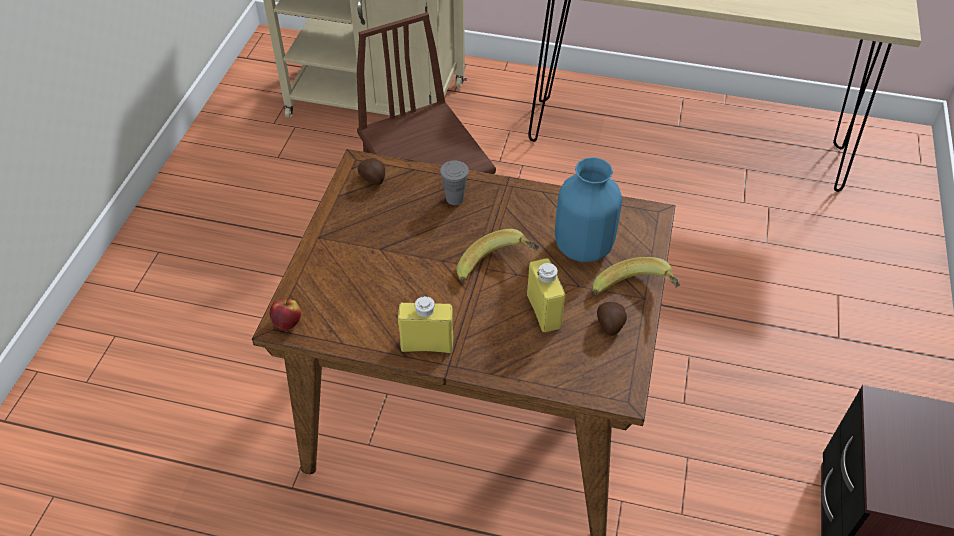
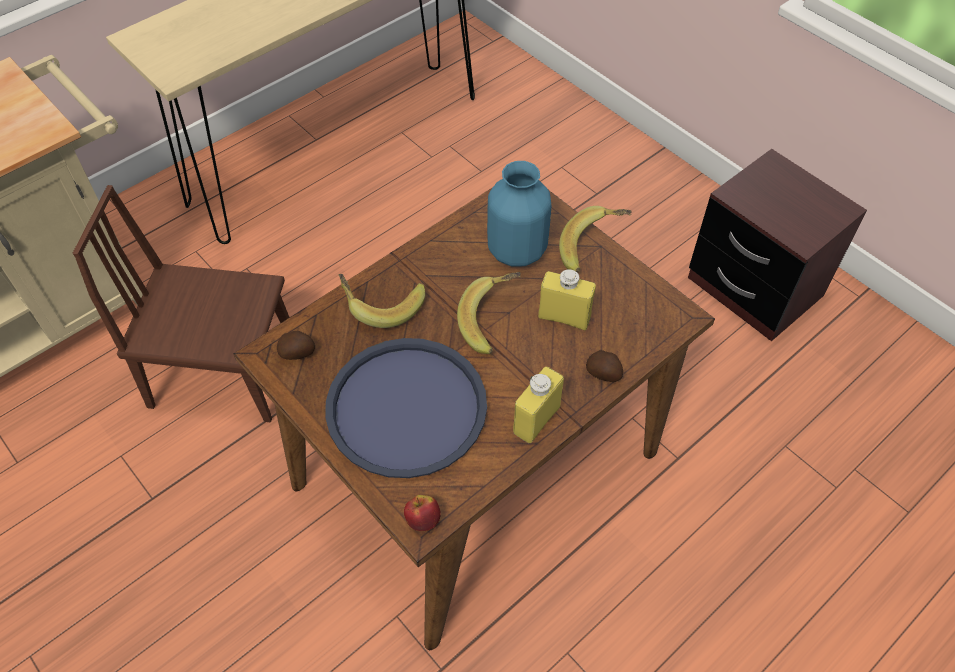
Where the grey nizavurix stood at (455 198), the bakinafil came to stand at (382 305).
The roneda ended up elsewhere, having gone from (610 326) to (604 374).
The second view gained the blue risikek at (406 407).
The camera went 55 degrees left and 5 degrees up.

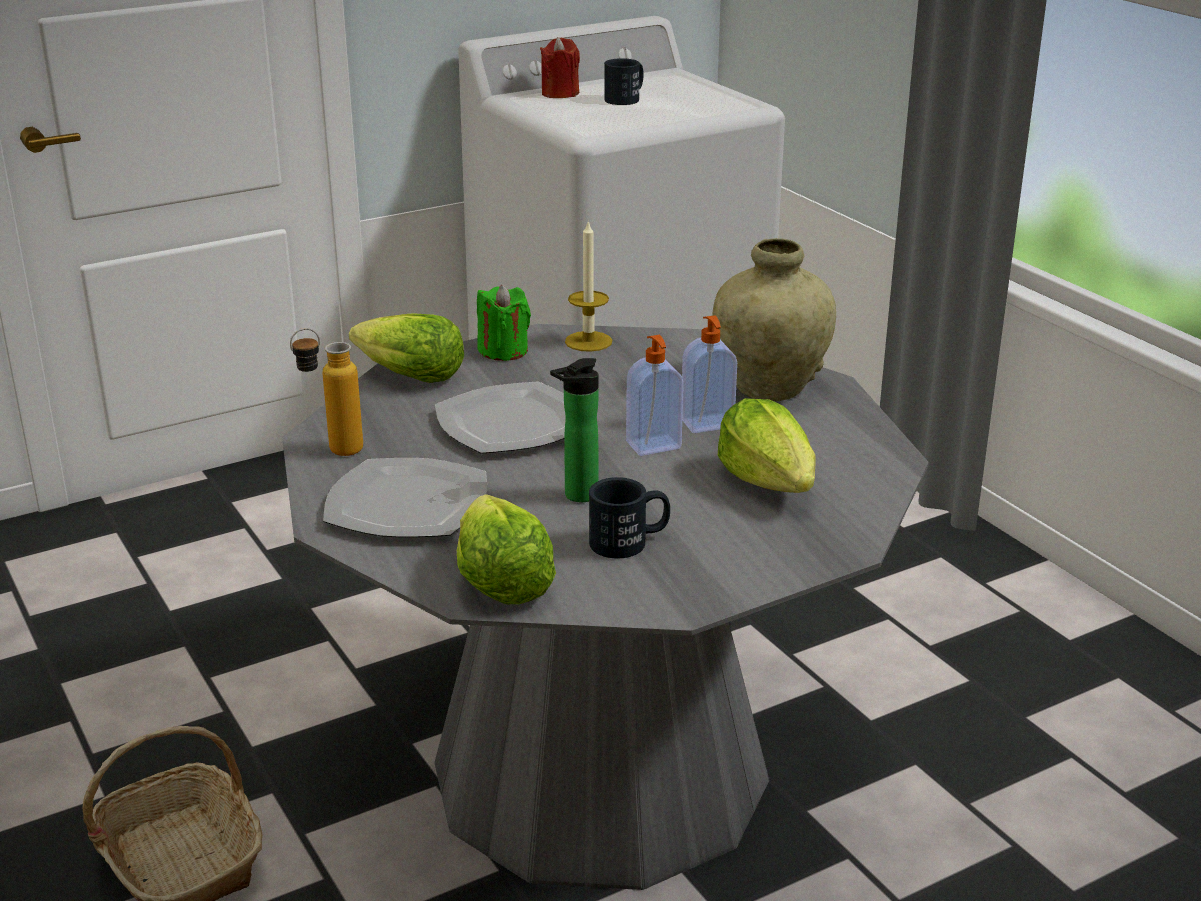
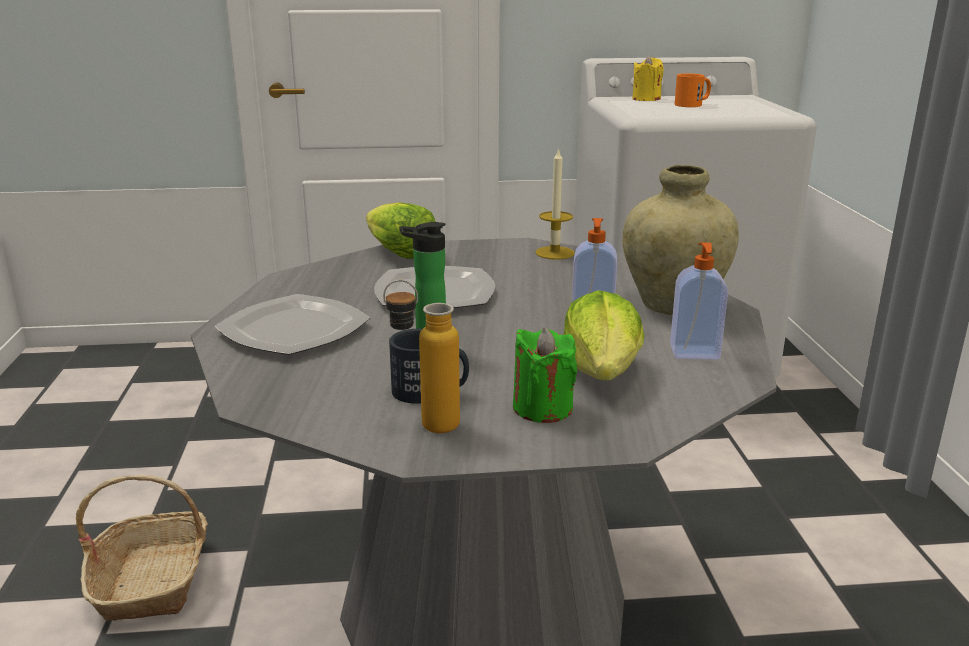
What was the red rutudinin at (560 93) turned into the yellow rutudinin at (646 99).
What was the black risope at (626 98) turned into the orange risope at (693 104).
The green rutudinin ended up elsewhere, having gone from (503 351) to (542 408).
The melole ended up elsewhere, having gone from (332 452) to (424 425).
The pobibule ended up elsewhere, having gone from (654 446) to (694 353).
The second view lost the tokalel at (500 581).
The camera went 25 degrees right and 5 degrees down.

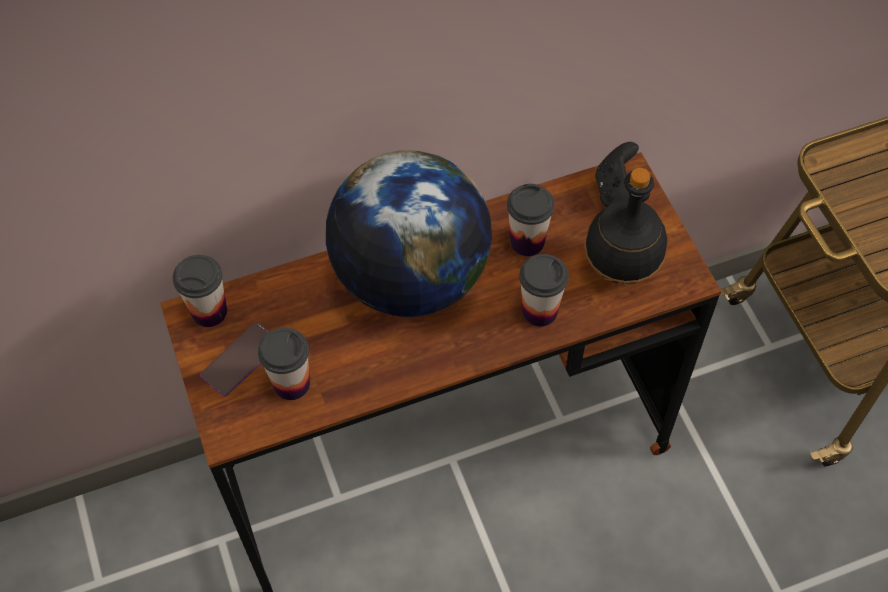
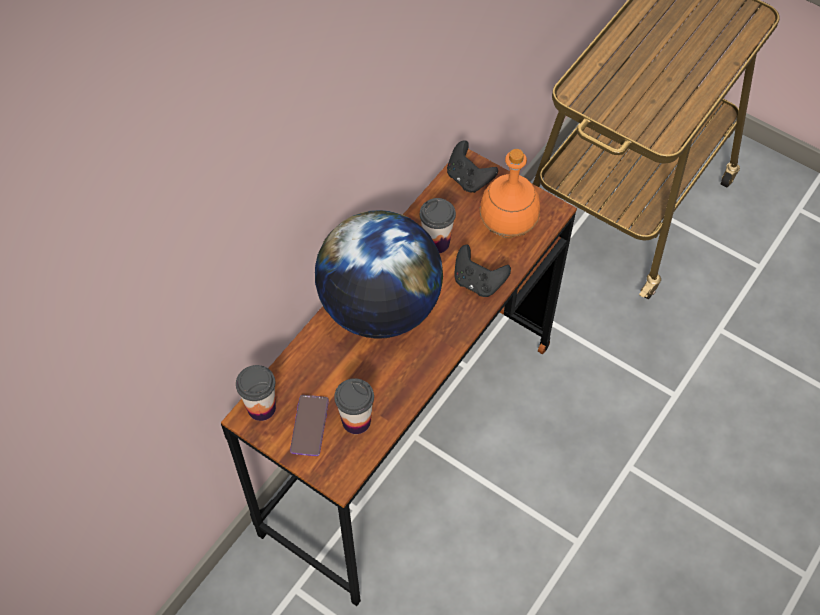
What was the black melole at (620 268) turned into the orange melole at (506 227).
Where the nizavurix stood at (539 311), the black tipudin came to stand at (478 282).
The camera went 35 degrees left and 0 degrees up.

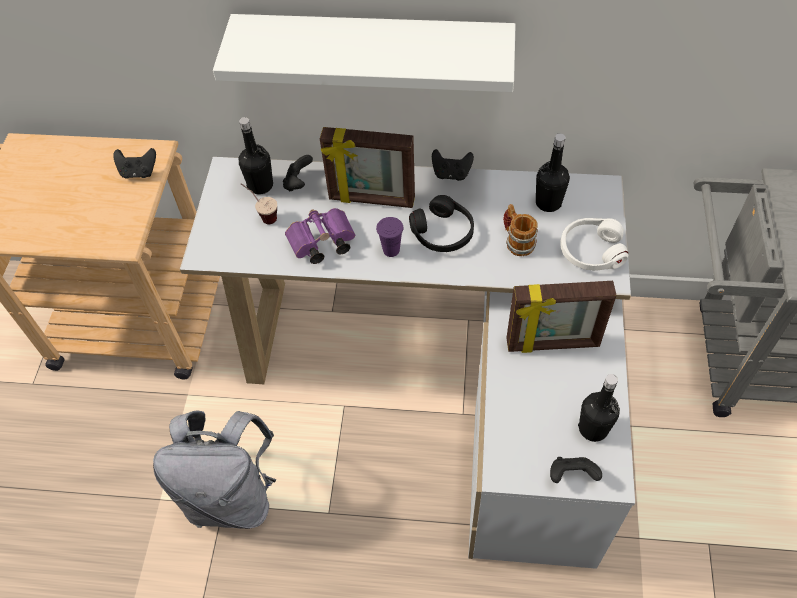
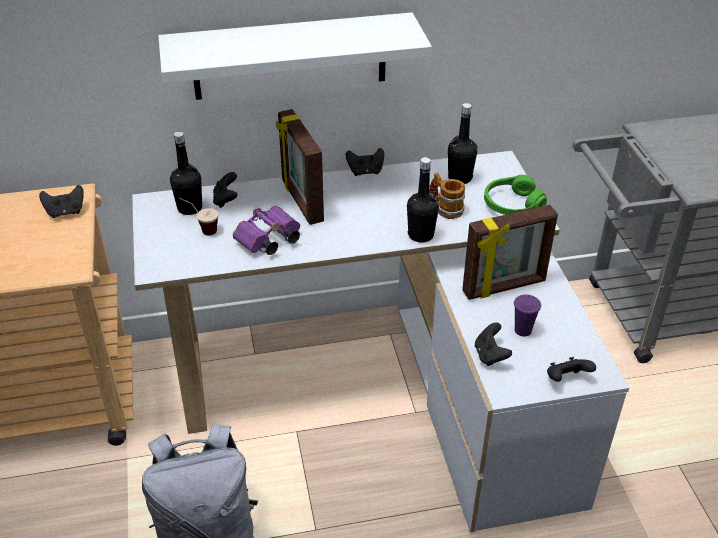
The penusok at (371 200) ended up facing another way, 75 degrees clockwise from before.
The second view lost the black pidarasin at (442 232).
The purple nizavurix ended up elsewhere, having gone from (391 250) to (523 330).
What was the white pidarasin at (591 251) turned into the green pidarasin at (512 204).
The black melole ended up elsewhere, having gone from (593 428) to (421 235).
The second view gained the black tipudin at (490 355).
The camera went 20 degrees left and 15 degrees down.

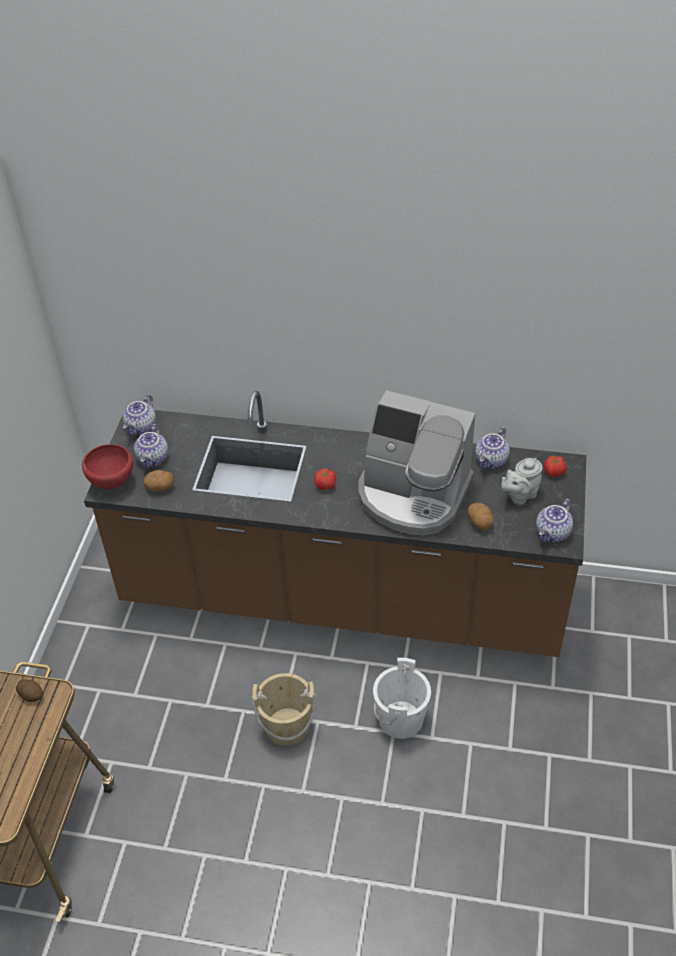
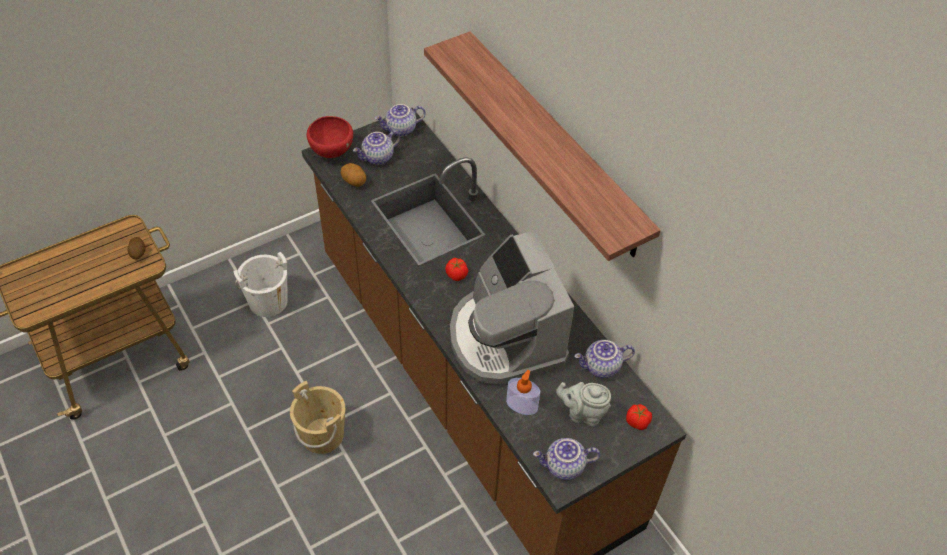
Where the roneda stood at (480 523), the pobibule came to stand at (522 405).
The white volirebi ended up elsewhere, having gone from (401 719) to (268 301).
The second view gained the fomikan at (554 144).
The camera went 45 degrees right and 5 degrees up.

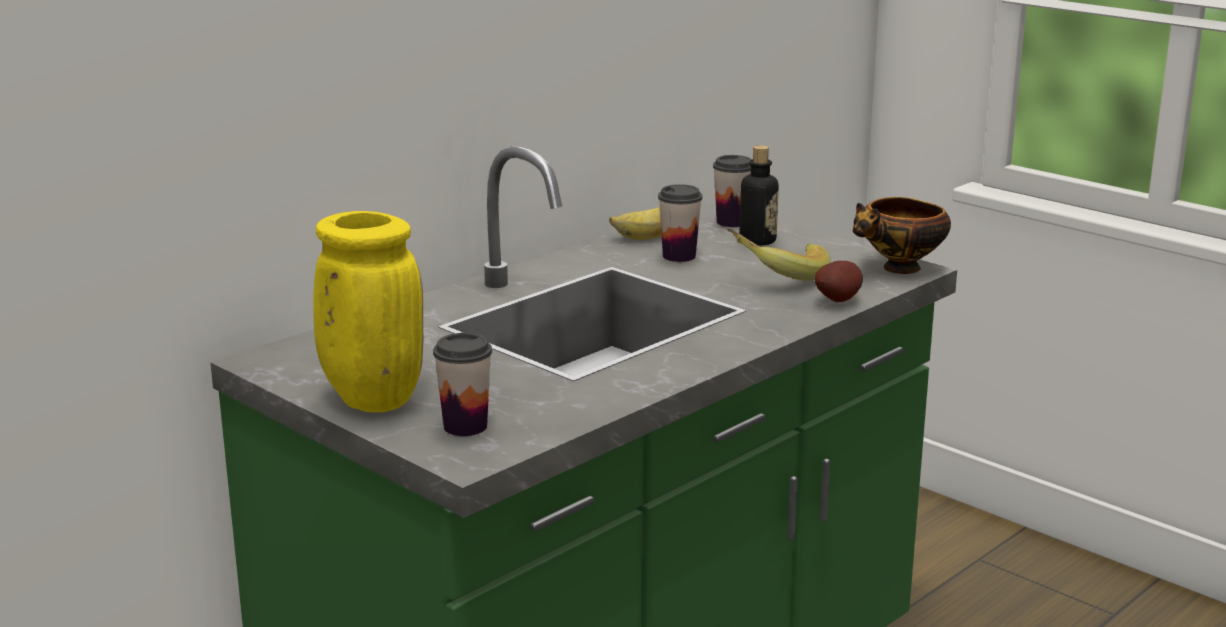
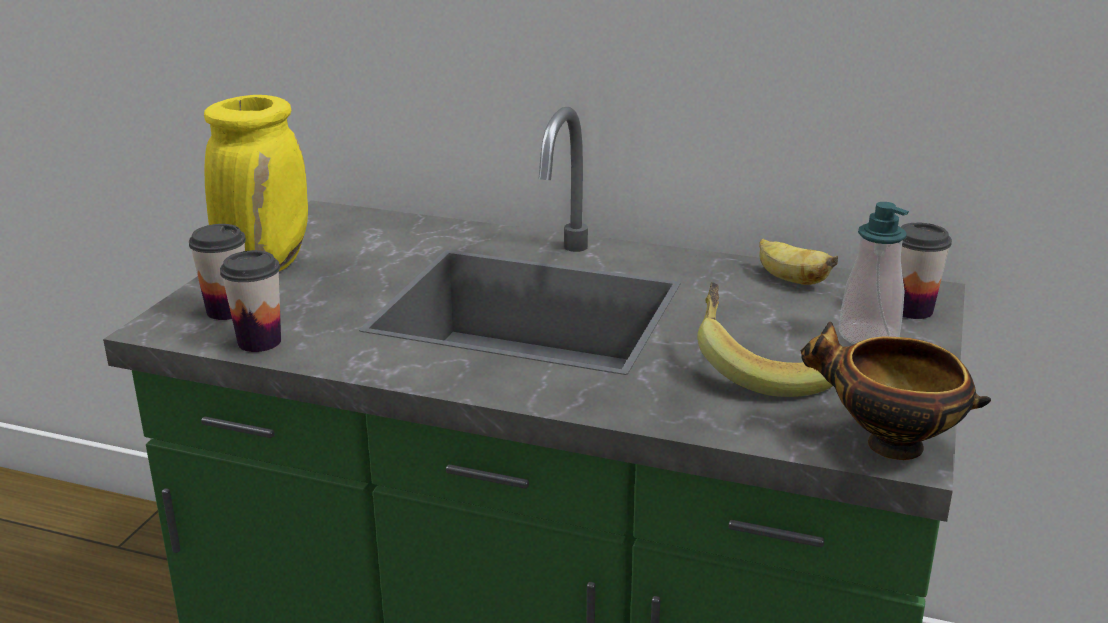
Where the melole stood at (757 241), the pobibule came to stand at (868 336).
The nizavurix ended up elsewhere, having gone from (679 256) to (259 342).
The second view lost the roneda at (840 300).
The camera went 65 degrees right and 5 degrees up.

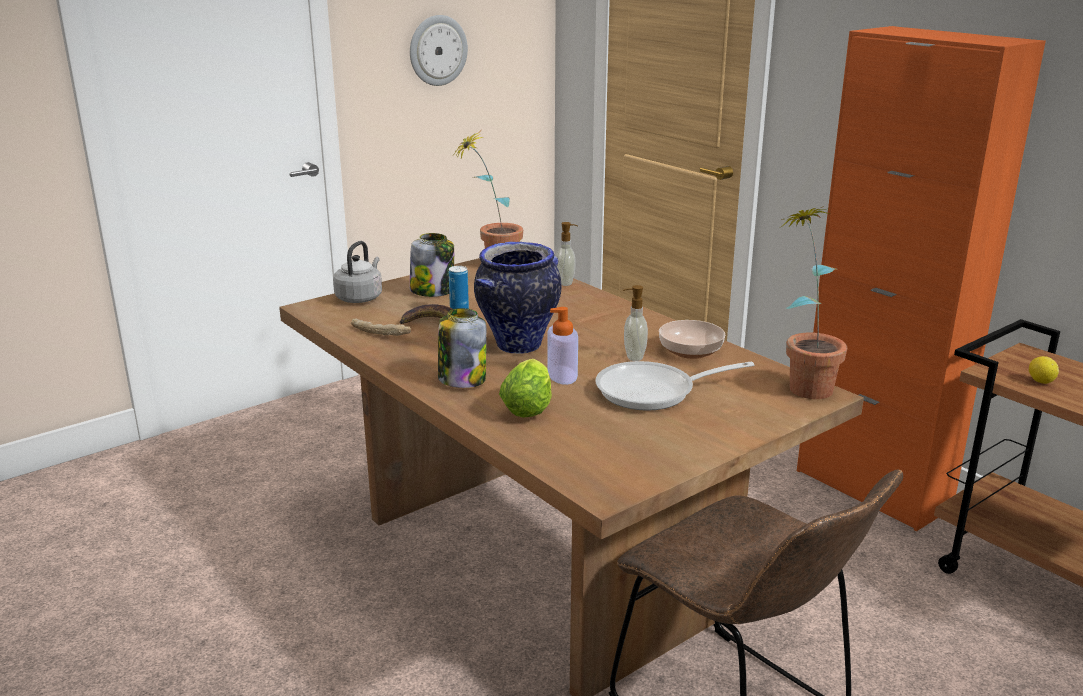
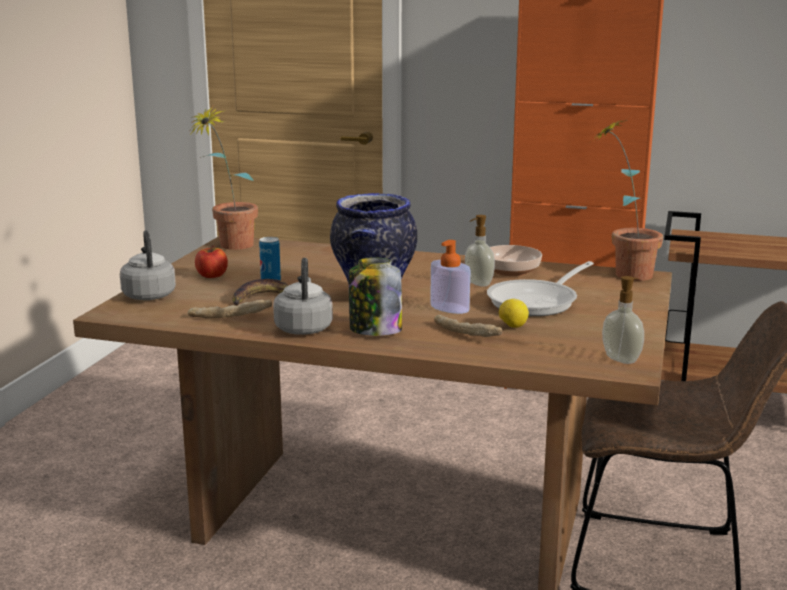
The second view lost the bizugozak at (437 50).
The pobibule ended up elsewhere, having gone from (566 283) to (622 359).
Where the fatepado stood at (432 291), the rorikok came to stand at (212 276).
The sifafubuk ended up elsewhere, having gone from (1040 381) to (512 326).
Where the tokalel stood at (529 406), the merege came to stand at (467 334).
The second view gained the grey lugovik at (304 328).
The camera went 35 degrees left and 5 degrees down.

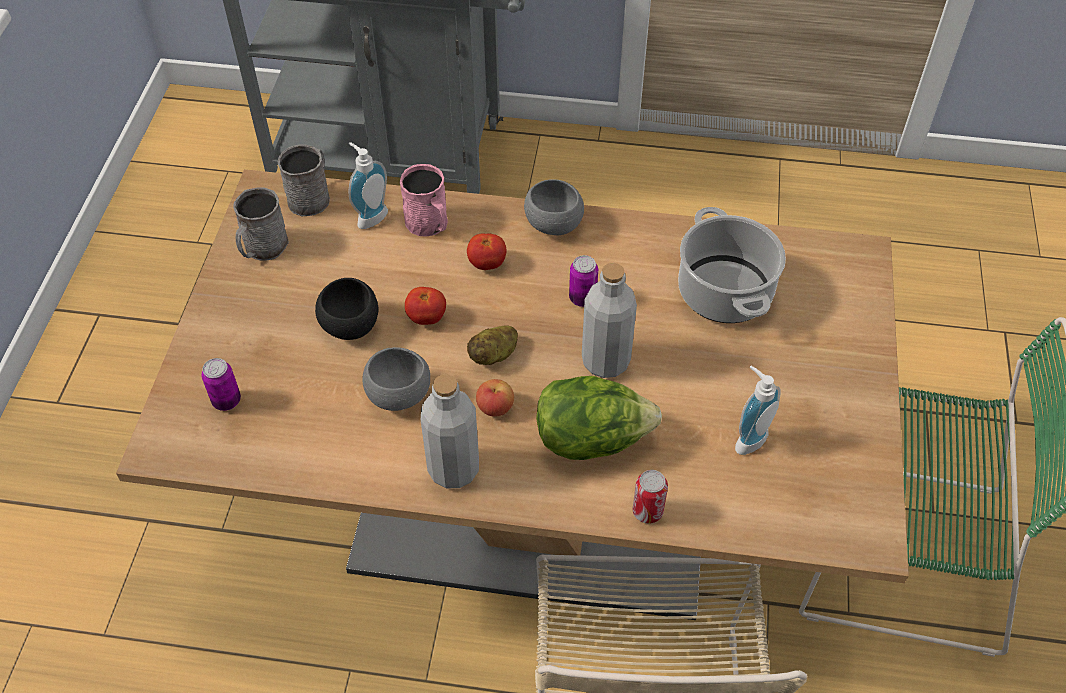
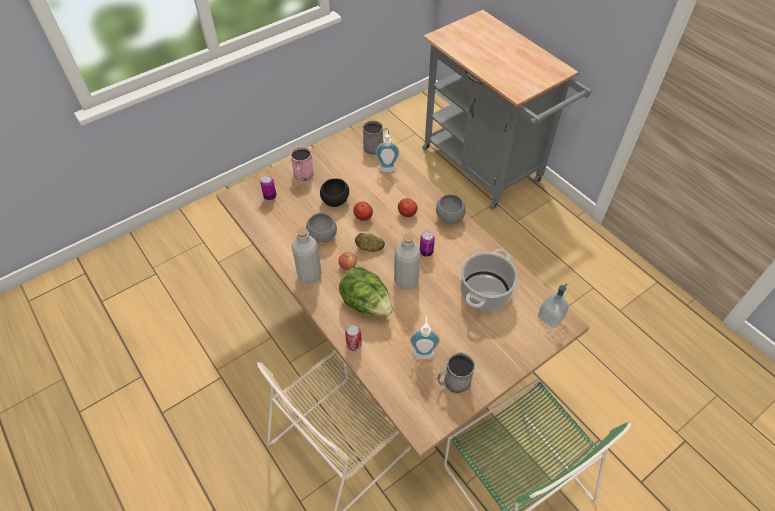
The pink risope ended up elsewhere, having gone from (430 224) to (303 176).
The grey risope ended up elsewhere, having gone from (262 249) to (453 382).
The second view gained the pobibule at (550 317).
The camera went 45 degrees right and 0 degrees up.

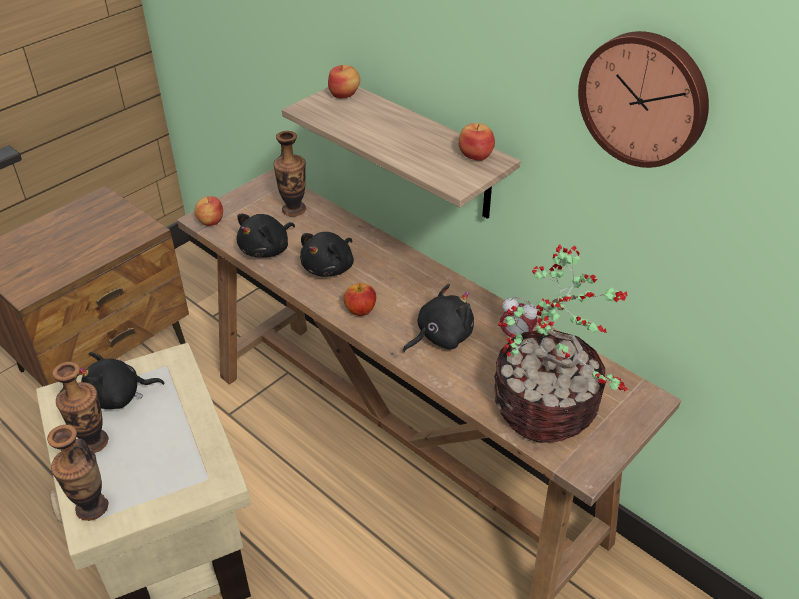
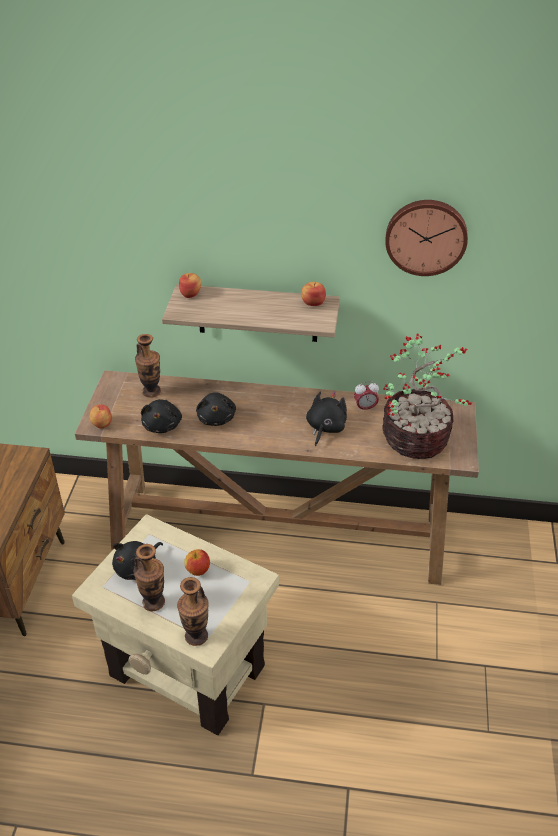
The rorikok ended up elsewhere, having gone from (360 310) to (198 570).
The camera went 35 degrees left and 0 degrees up.

